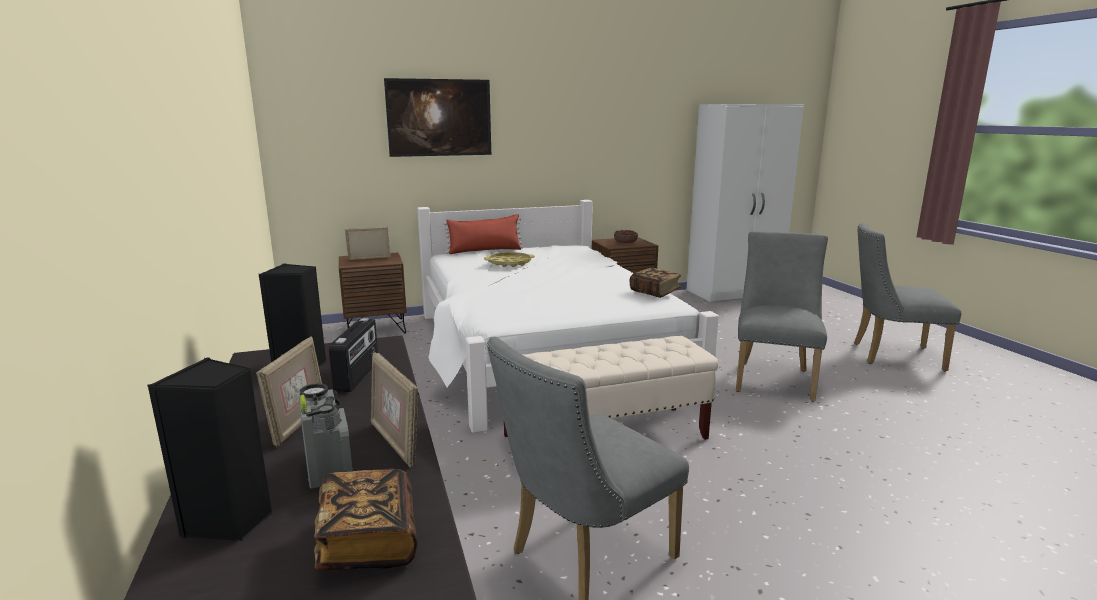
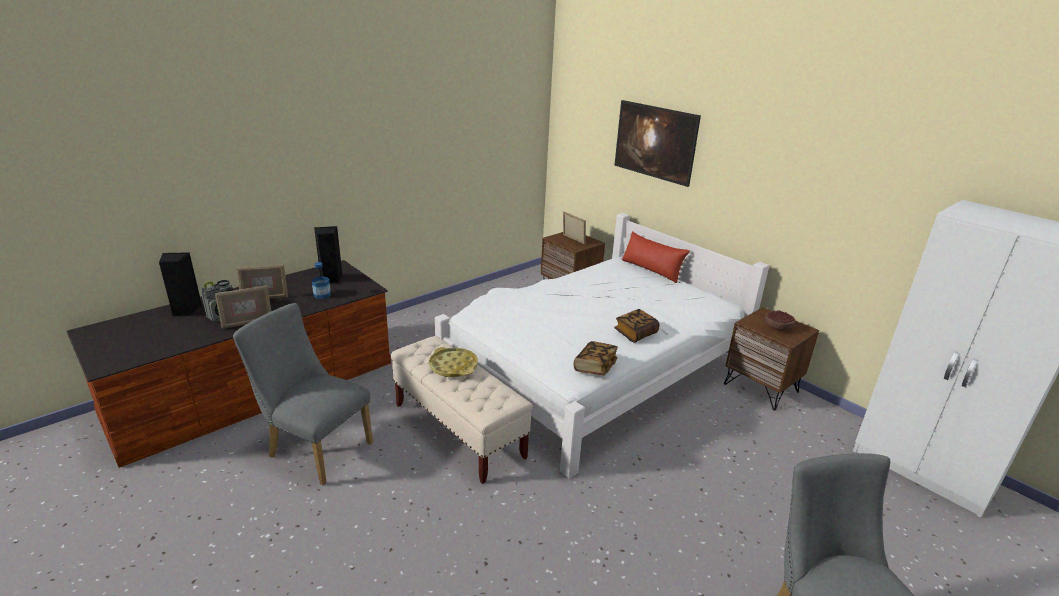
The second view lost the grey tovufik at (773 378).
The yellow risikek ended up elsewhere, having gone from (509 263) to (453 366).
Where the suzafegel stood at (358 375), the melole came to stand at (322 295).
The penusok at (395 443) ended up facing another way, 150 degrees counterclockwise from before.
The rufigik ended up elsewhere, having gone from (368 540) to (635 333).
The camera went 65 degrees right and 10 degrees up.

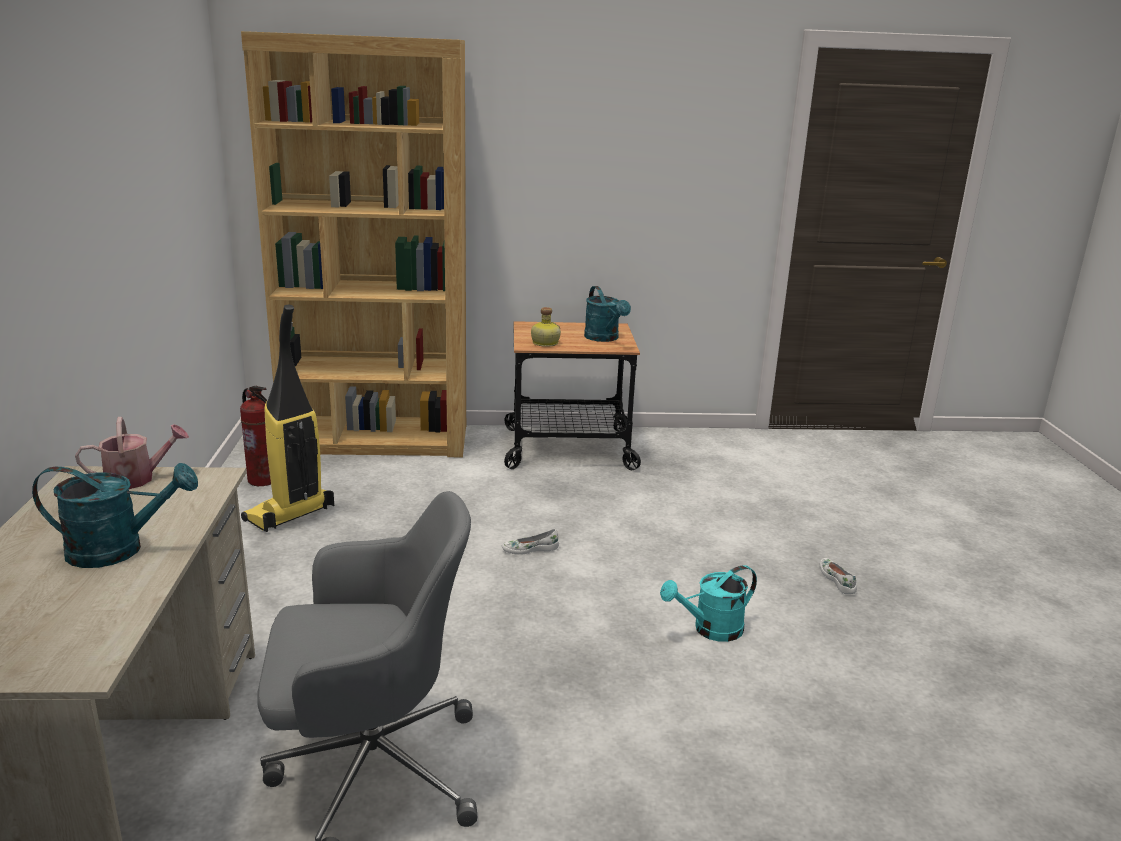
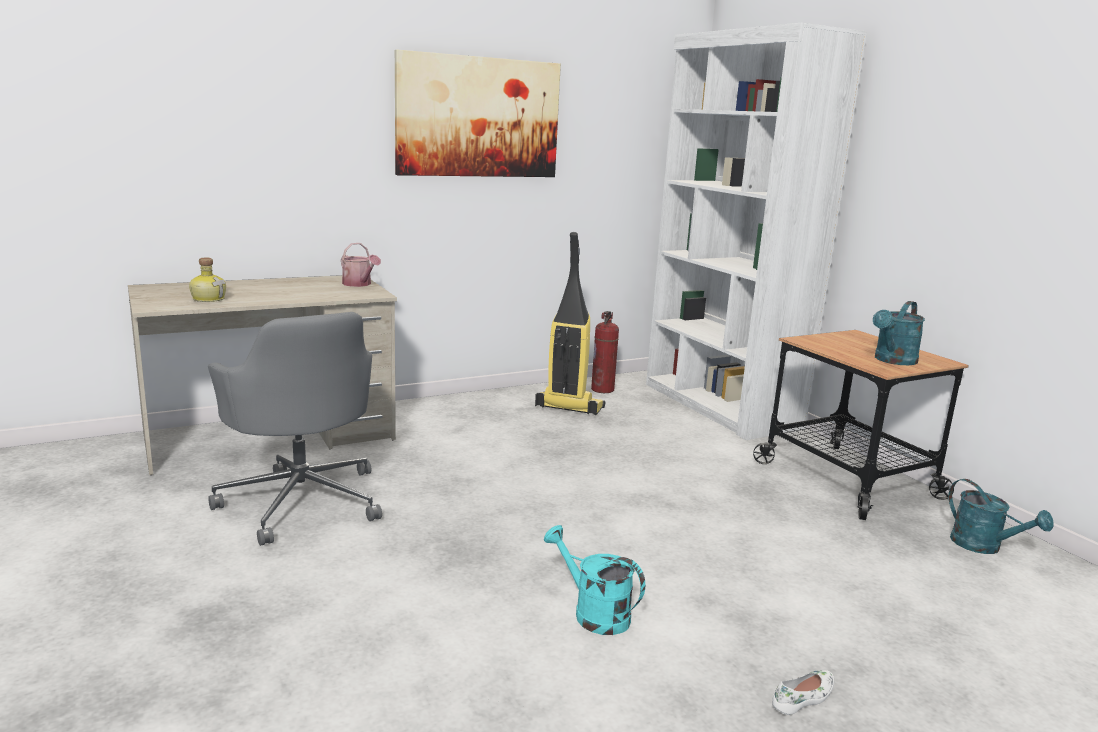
What was the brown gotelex at (377 440) turned into the white gotelex at (719 406).
The melole ended up elsewhere, having gone from (544 343) to (208 299).
The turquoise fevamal ended up elsewhere, having gone from (119 550) to (984 547).
The second view lost the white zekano at (530 549).
The second view gained the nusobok at (478 117).
The camera went 65 degrees right and 5 degrees down.

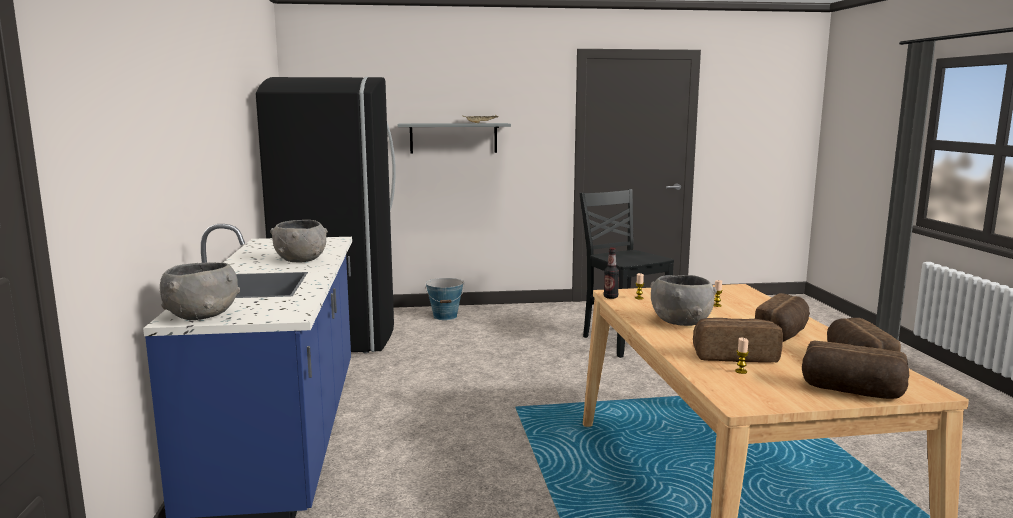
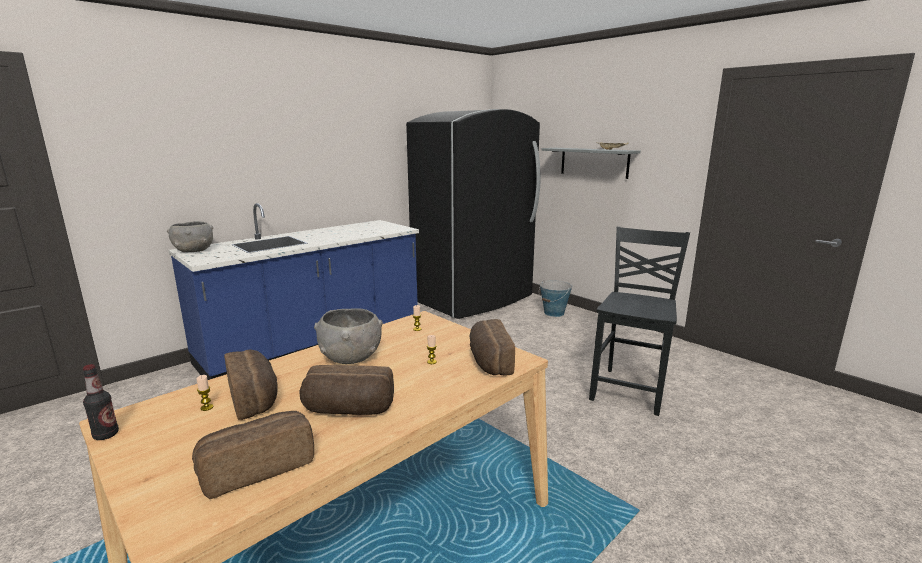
The second view lost the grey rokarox at (301 260).
The melole ended up elsewhere, having gone from (610 297) to (106 435).
The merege ended up elsewhere, having gone from (851 391) to (488 361).
The camera went 55 degrees right and 5 degrees up.

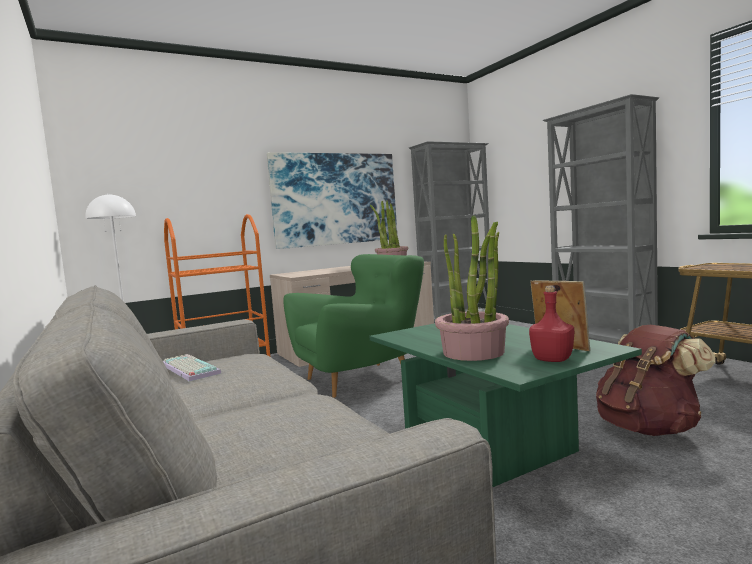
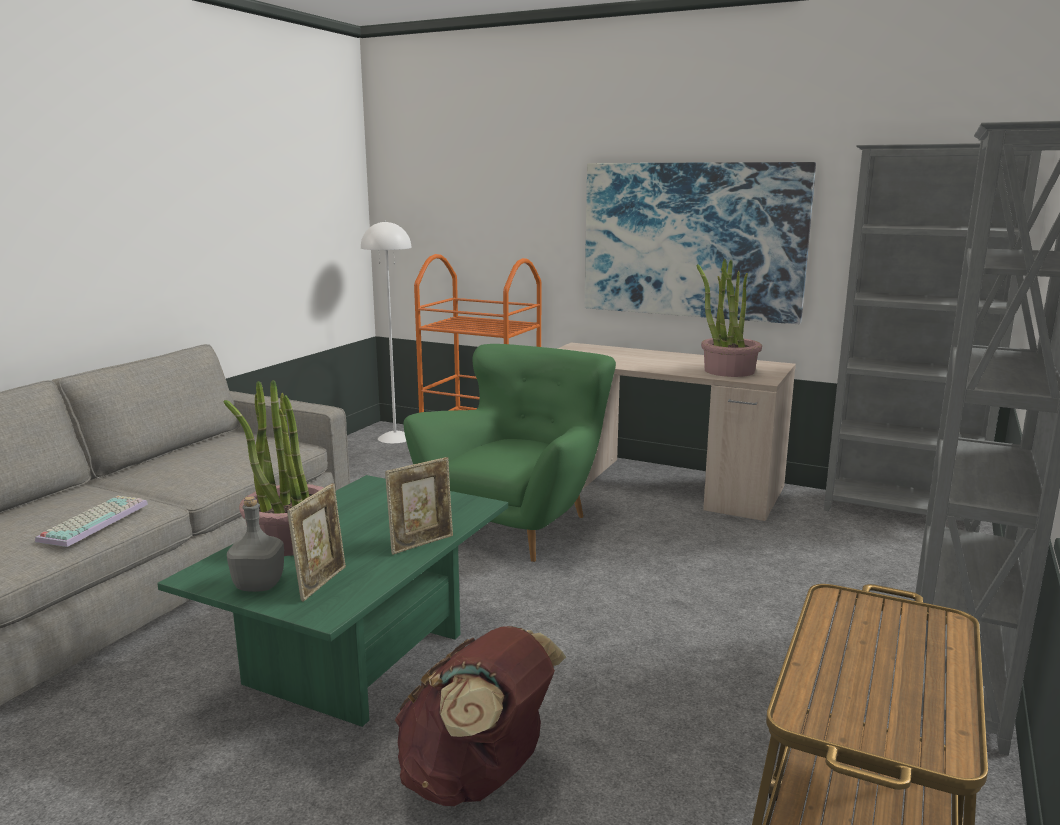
The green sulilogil at (360 378) ended up facing another way, 90 degrees counterclockwise from before.
What was the red melole at (551 359) turned into the grey melole at (259 585).
The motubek ended up elsewhere, having gone from (187 369) to (94 521).
The second view gained the penusok at (422 543).
The camera went 55 degrees right and 10 degrees up.

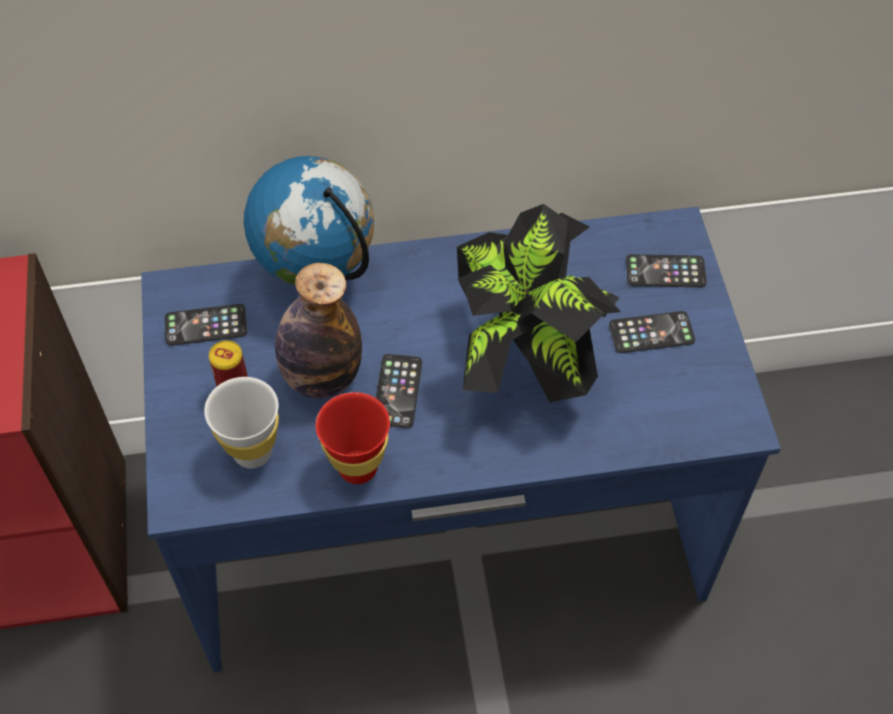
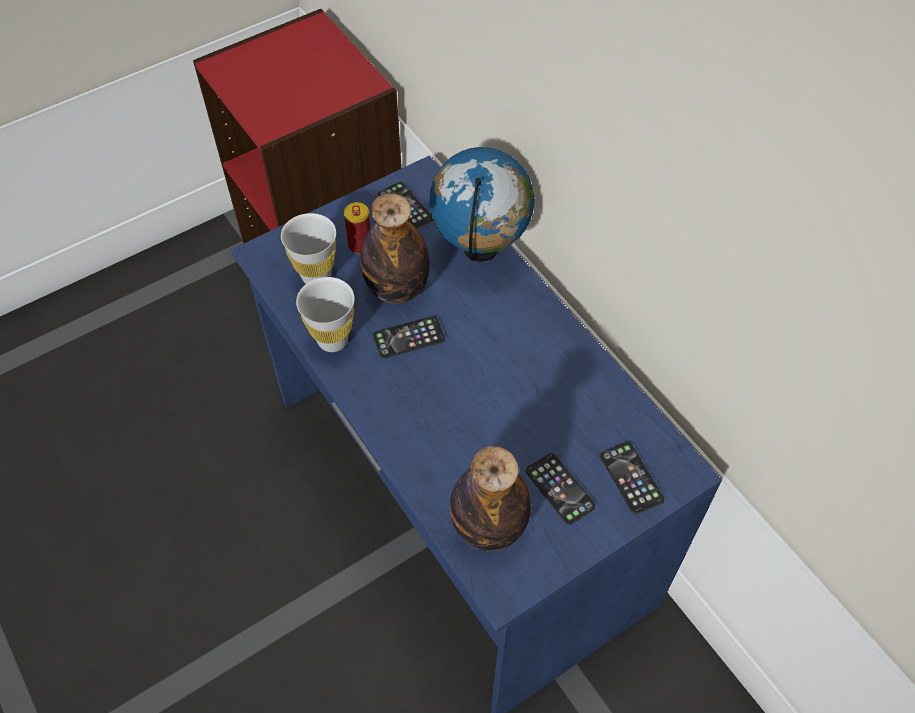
The second view lost the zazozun at (524 359).
What was the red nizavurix at (358 467) turned into the white nizavurix at (332 340).
The second view gained the melole at (488 526).
The camera went 65 degrees right and 0 degrees up.

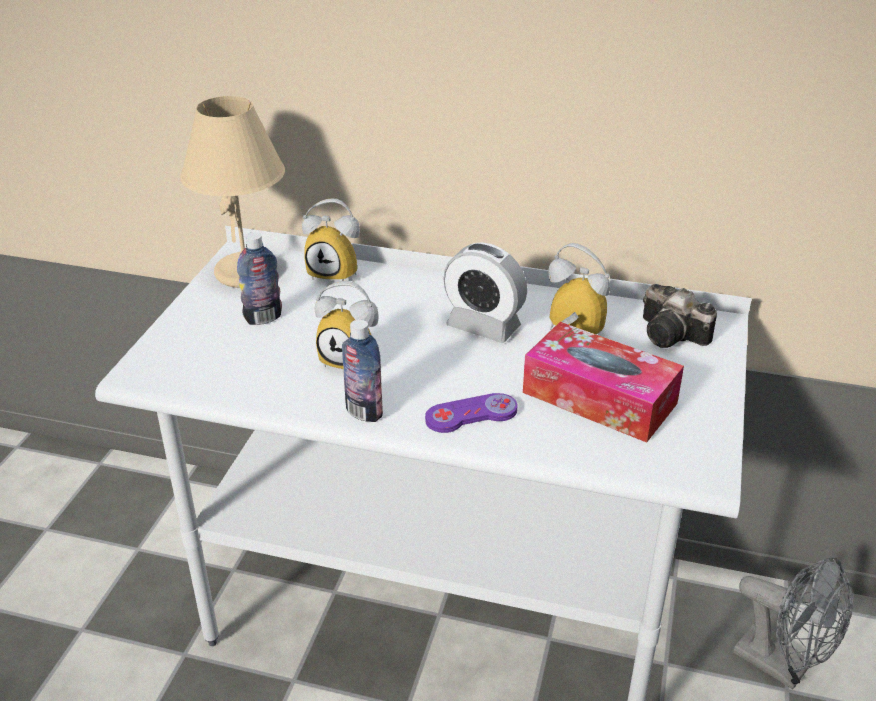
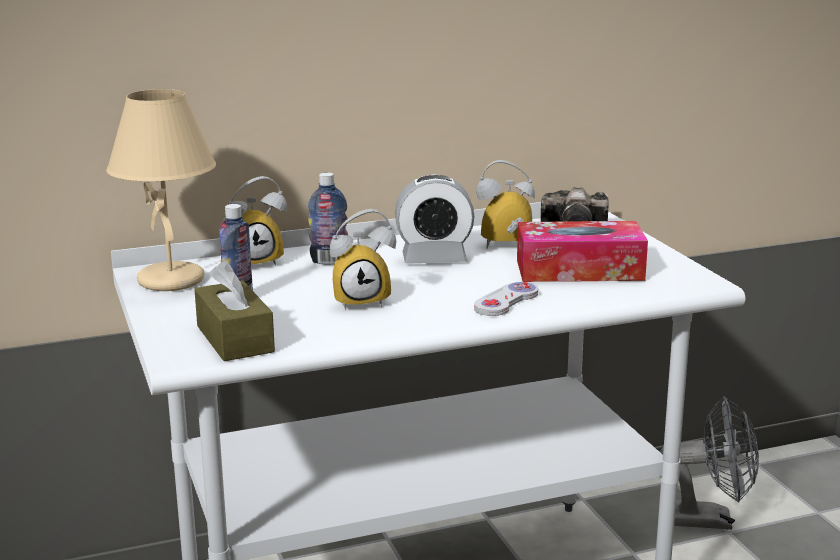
The melole ended up elsewhere, having gone from (364 412) to (329 261).
What was the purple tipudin at (471 415) turned into the white tipudin at (506 301).
The second view gained the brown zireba at (235 339).
The camera went 35 degrees left and 15 degrees down.

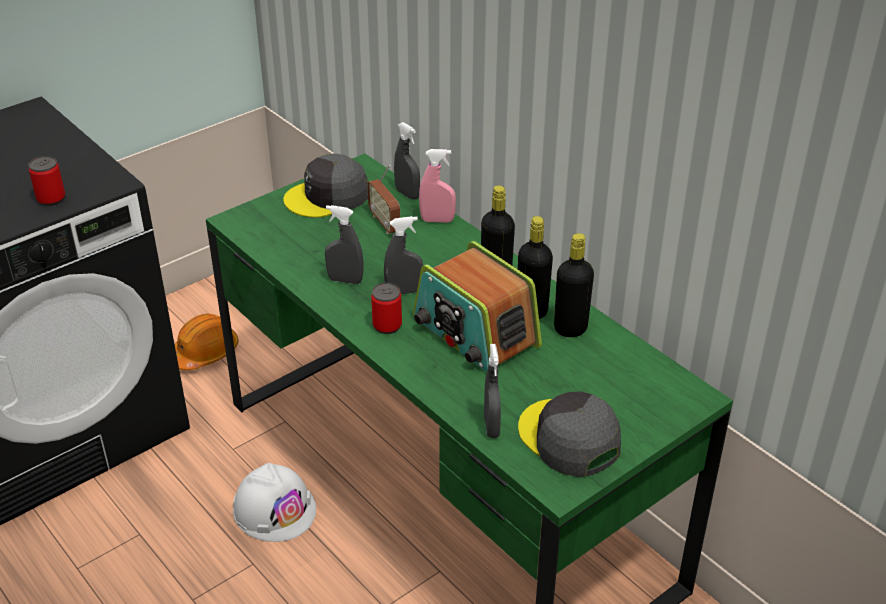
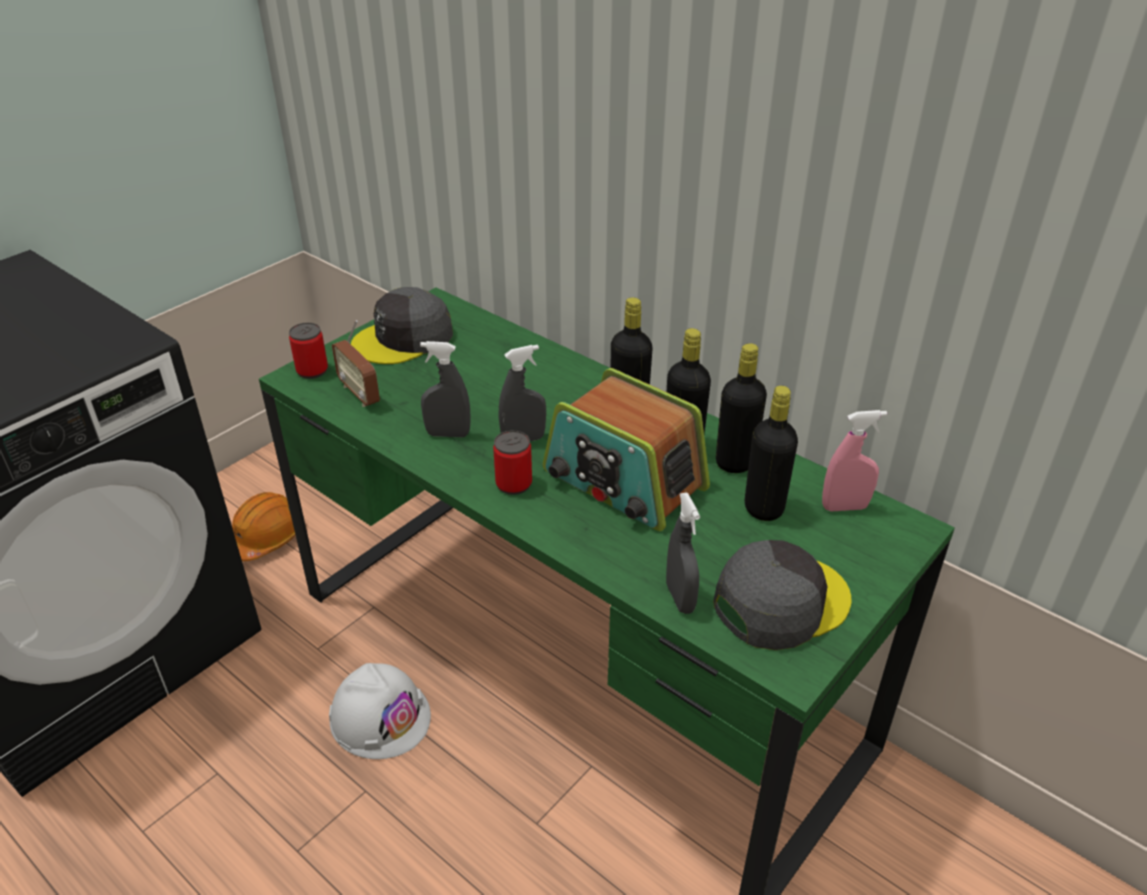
The second view lost the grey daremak at (407 194).
The pink daremak ended up elsewhere, having gone from (437 220) to (844 507).
The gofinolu ended up elsewhere, having gone from (51 199) to (312 370).
The suzafegel ended up elsewhere, having gone from (385 223) to (360 394).
The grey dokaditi at (568 439) ended up facing another way, 105 degrees clockwise from before.
The second view gained the black melole at (763 508).
The camera went 10 degrees left and 0 degrees up.

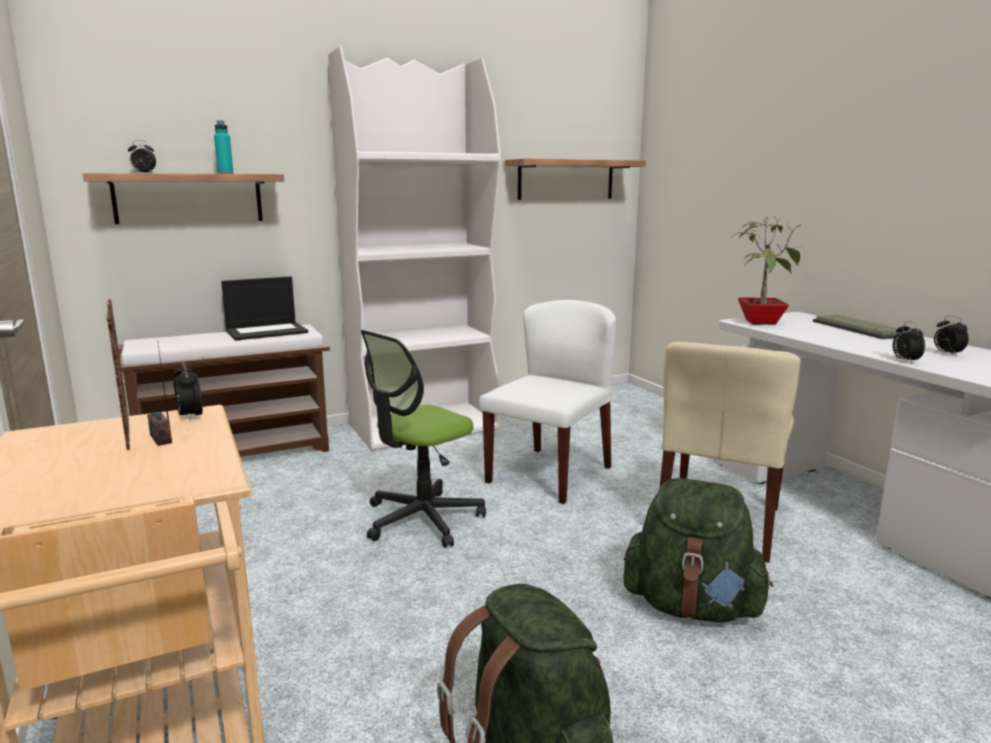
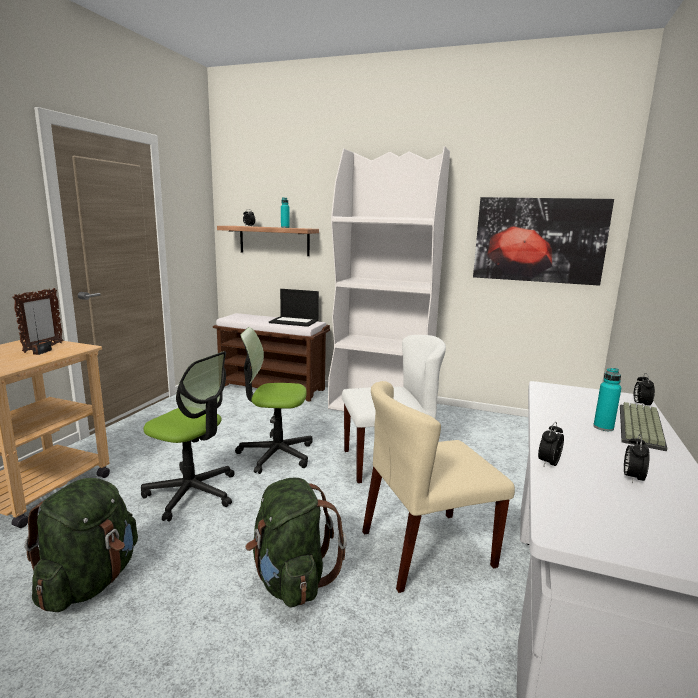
Where the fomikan hung at (566 180), the nusobok came to hang at (539 240).
The second view lost the zazozun at (759 322).
The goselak ended up elsewhere, having gone from (190 417) to (641 405).
The second view gained the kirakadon at (192 493).
The second view gained the turquoise melole at (603 427).
The camera went 45 degrees right and 0 degrees up.

